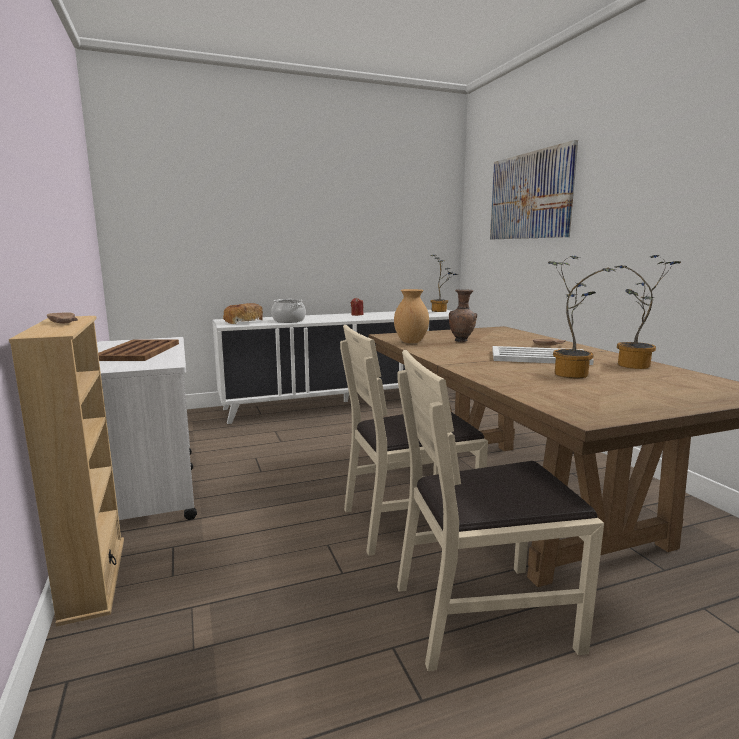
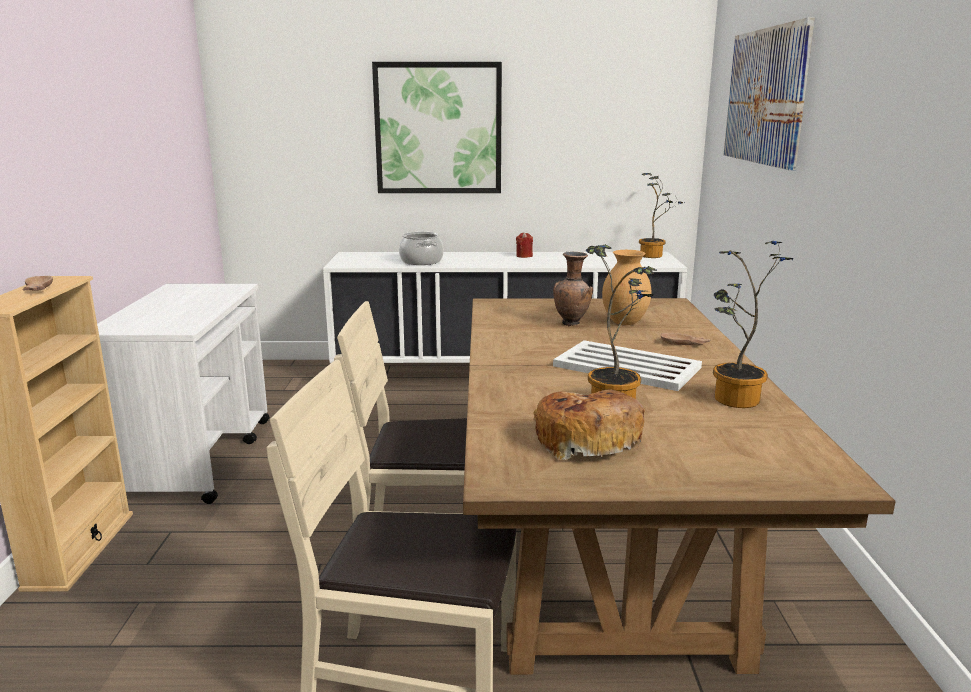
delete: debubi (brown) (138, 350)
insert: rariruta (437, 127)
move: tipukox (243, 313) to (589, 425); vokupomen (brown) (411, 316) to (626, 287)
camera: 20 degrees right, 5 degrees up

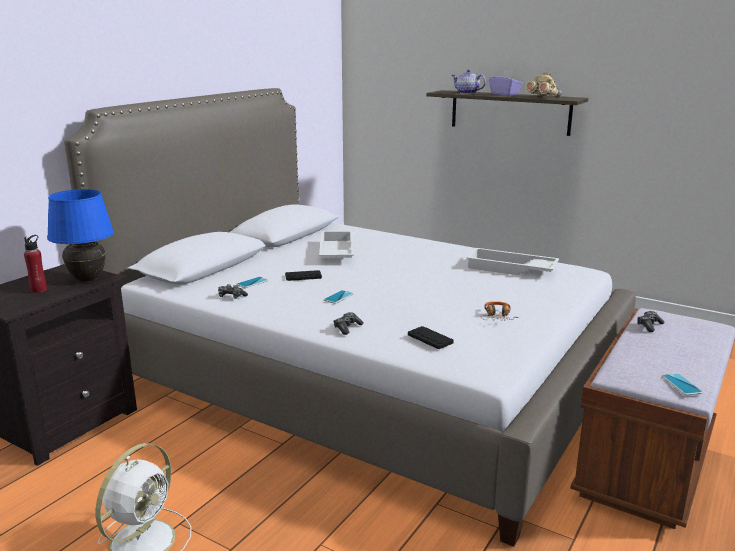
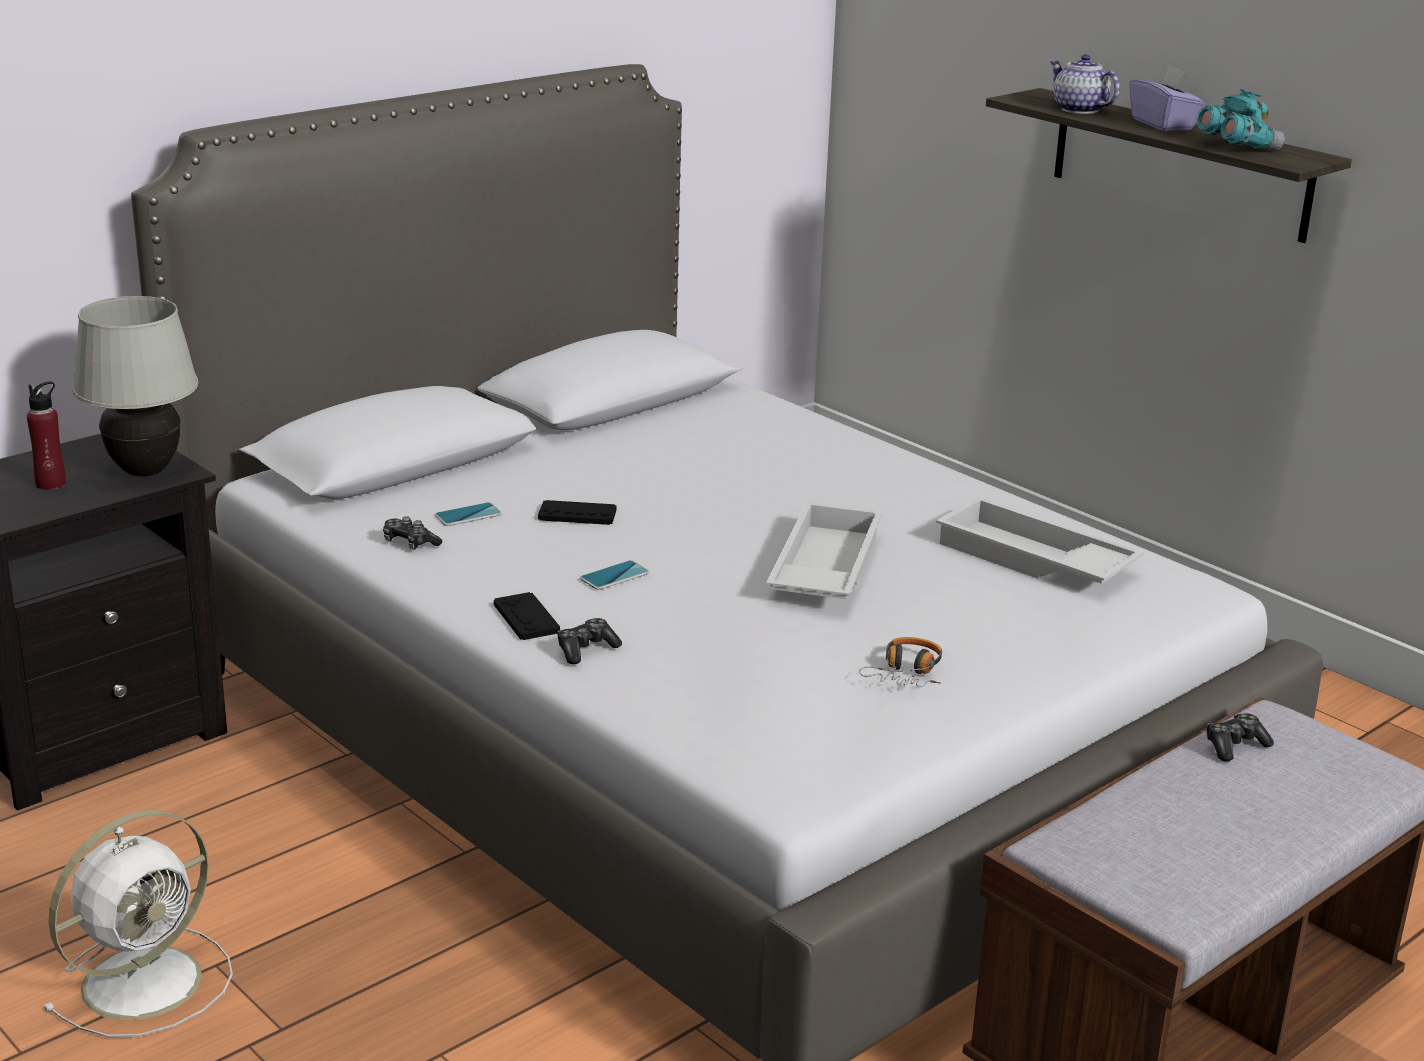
delete: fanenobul (682, 384)
move: debubi (white) (336, 244) to (824, 550); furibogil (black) (431, 337) to (527, 616)
recolor: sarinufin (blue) (80, 235) to sarinufin (white) (135, 386); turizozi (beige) (544, 85) to turizozi (turquoise) (1241, 120)
camera: 15 degrees right, 5 degrees up

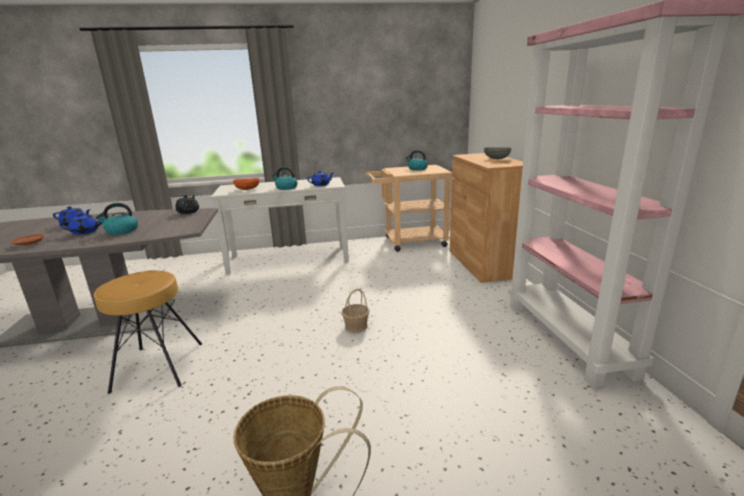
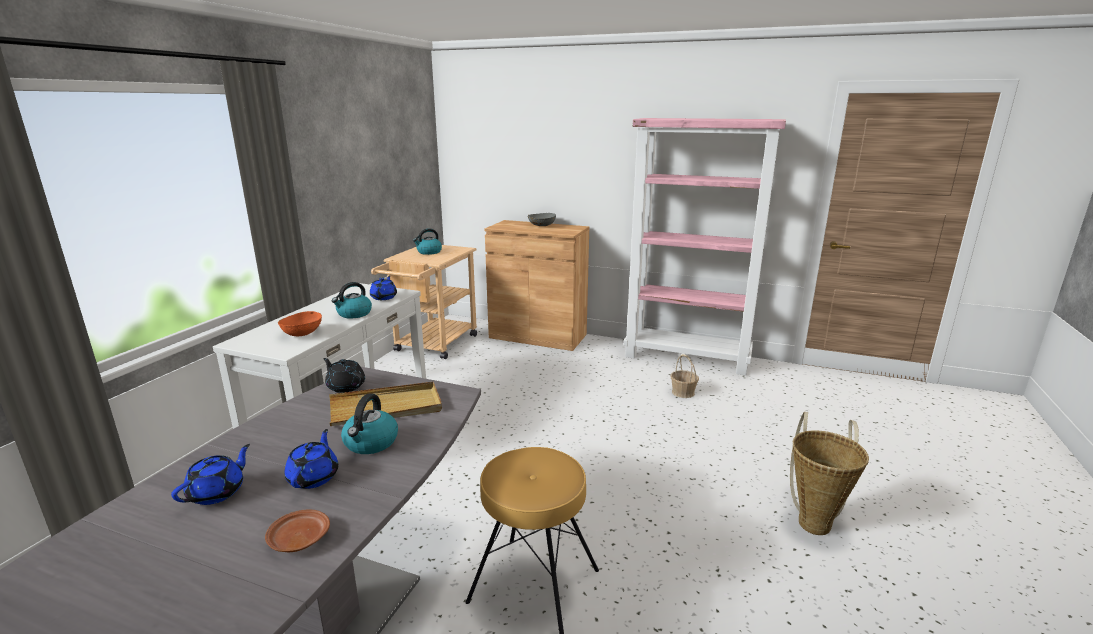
insert: debubi (beige) (385, 404)
move: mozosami (355, 311) to (685, 376)
camera: 60 degrees left, 0 degrees up

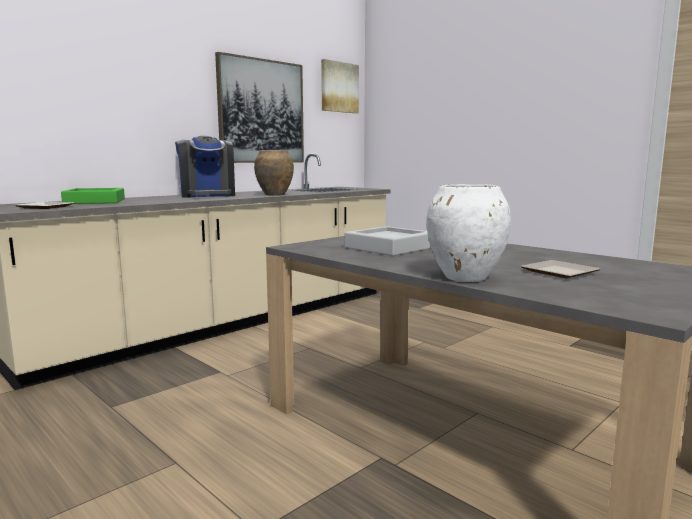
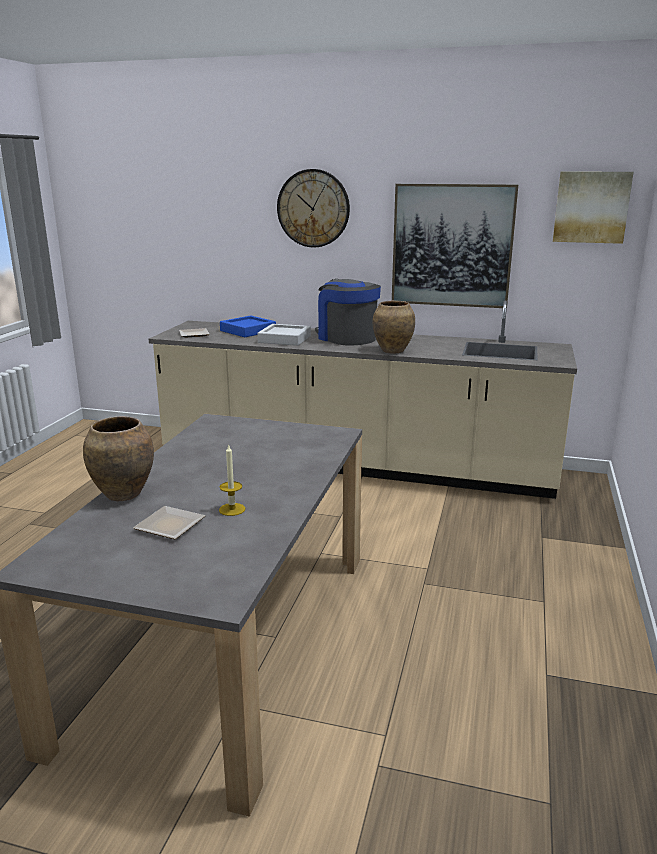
insert: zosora (232, 480); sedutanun (313, 208)
move: debubi (grey) (388, 241) to (284, 335)
recolor: debubi (green) (93, 196) to debubi (blue) (248, 326); vokupomen (white) (468, 233) to vokupomen (brown) (118, 458)
rotate: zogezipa (205, 166) = (348, 312) 105 degrees clockwise
camera: 60 degrees right, 10 degrees up

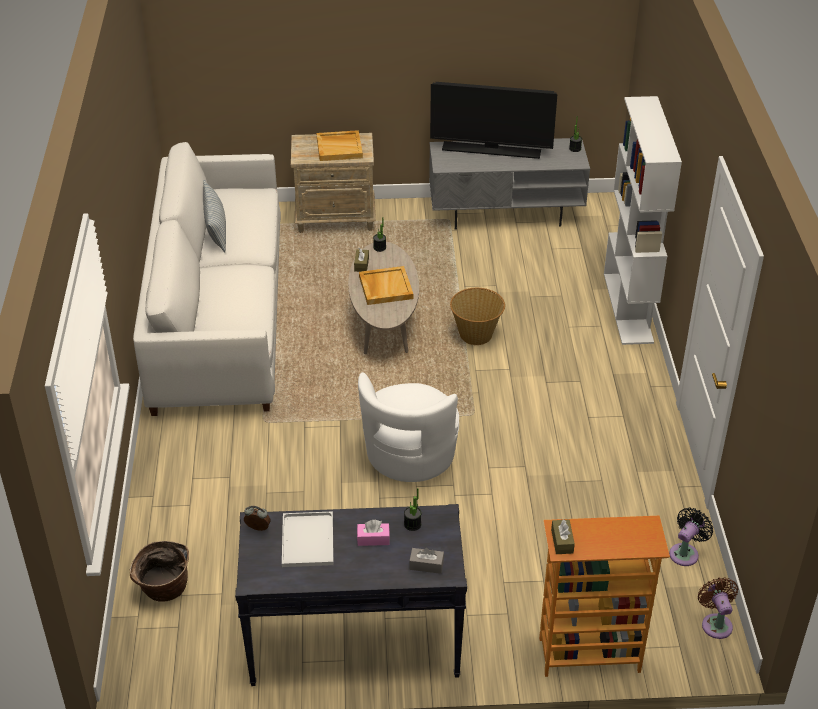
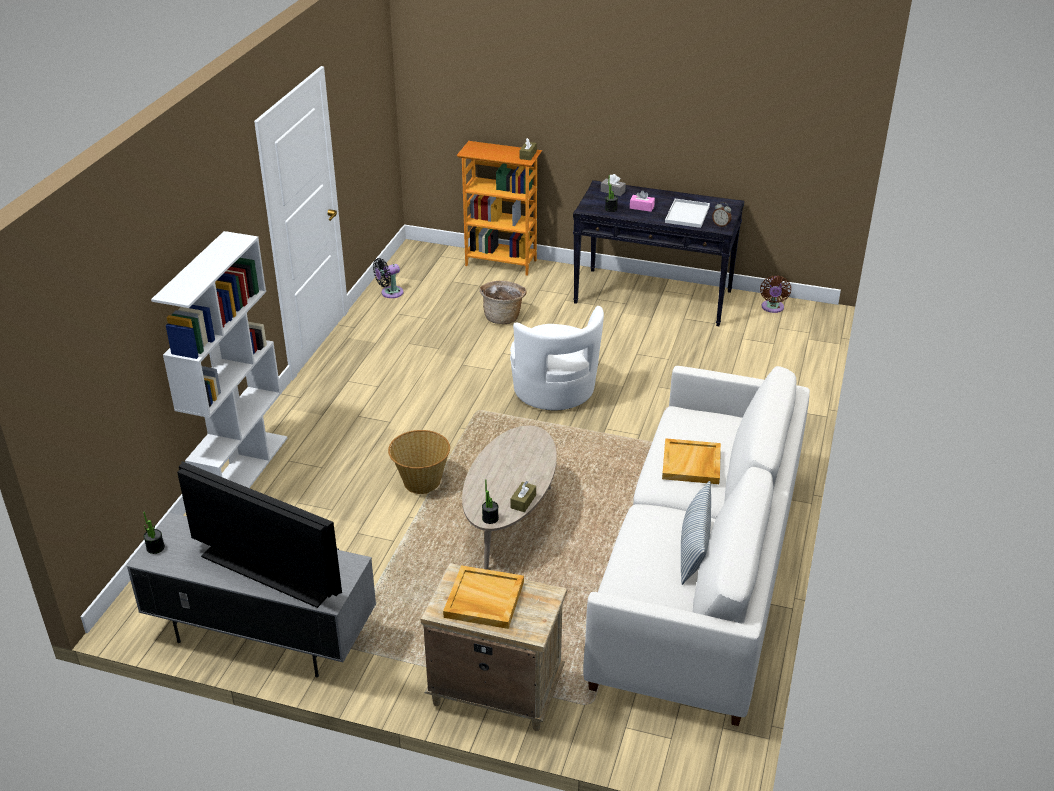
move: mozosami (159, 571) to (502, 302); debubi (beige) (386, 285) to (691, 461); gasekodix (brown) (718, 608) to (775, 294)
rotate: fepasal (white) (408, 427) = (557, 358) 120 degrees clockwise
camera: 160 degrees left, 5 degrees down

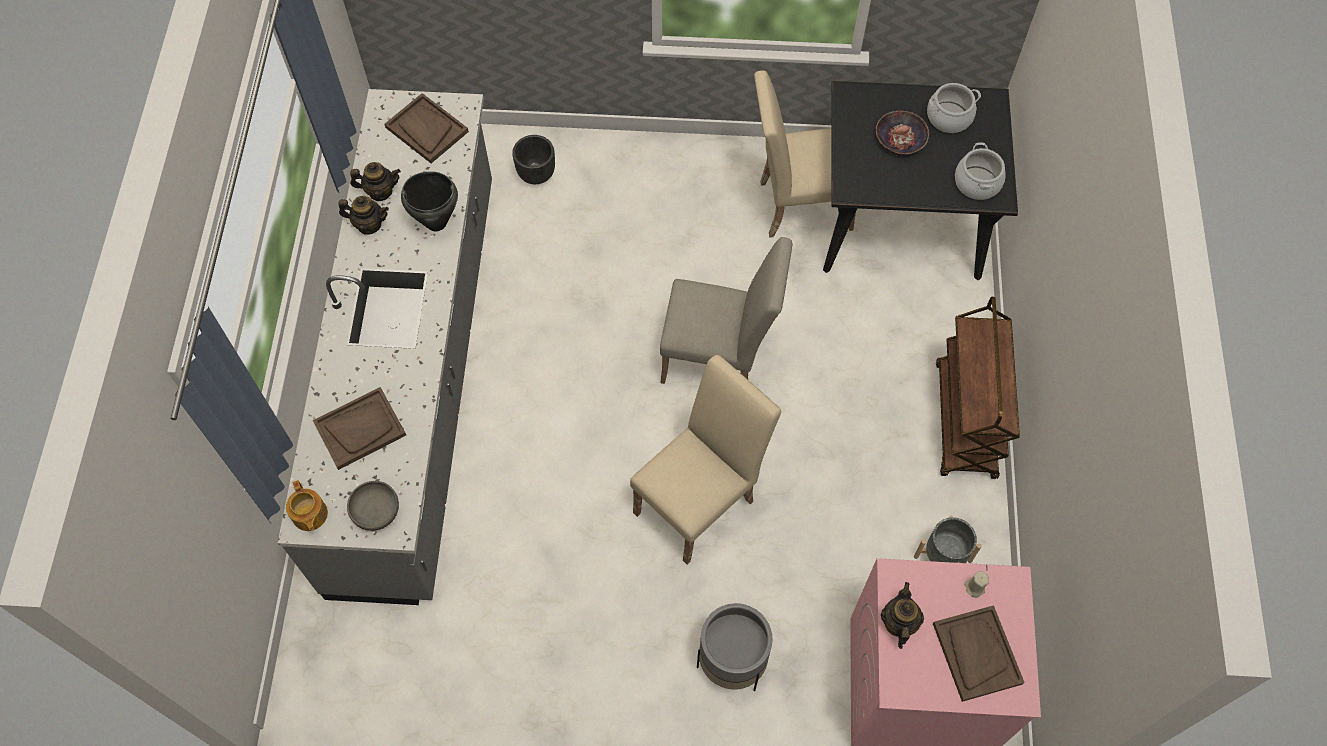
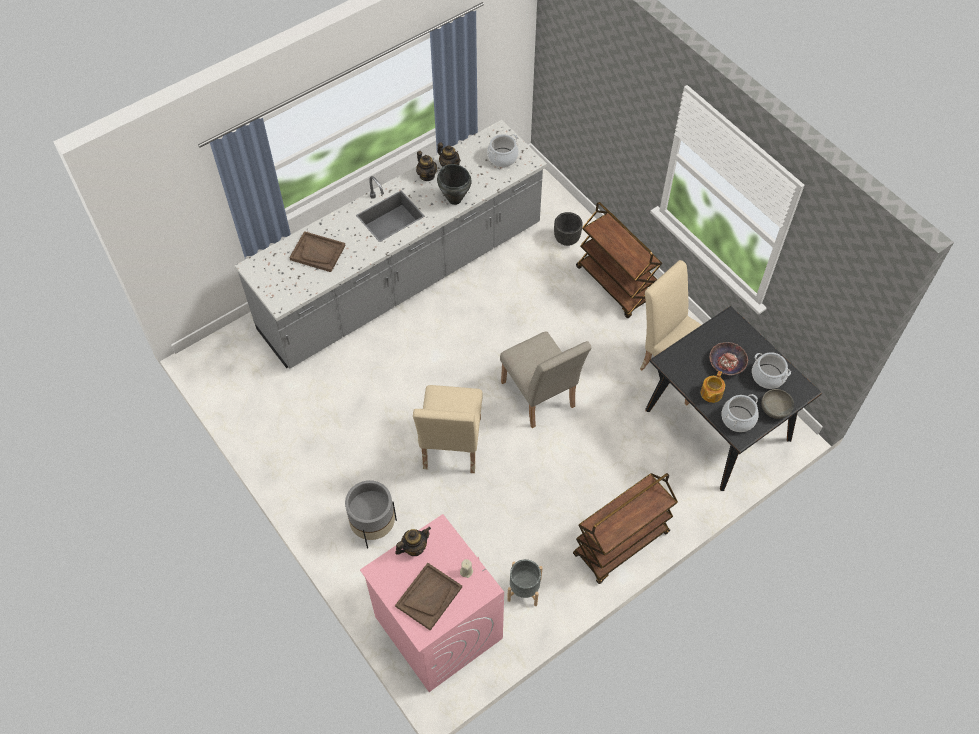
insert: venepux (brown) (619, 260)
move: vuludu (307, 505) to (713, 387); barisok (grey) (373, 506) to (777, 404)
replace: debubi (brown) (426, 128) to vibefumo (503, 150)
rotate: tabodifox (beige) (705, 460) = (448, 429) 90 degrees clockwise
camera: 50 degrees right, 5 degrees down

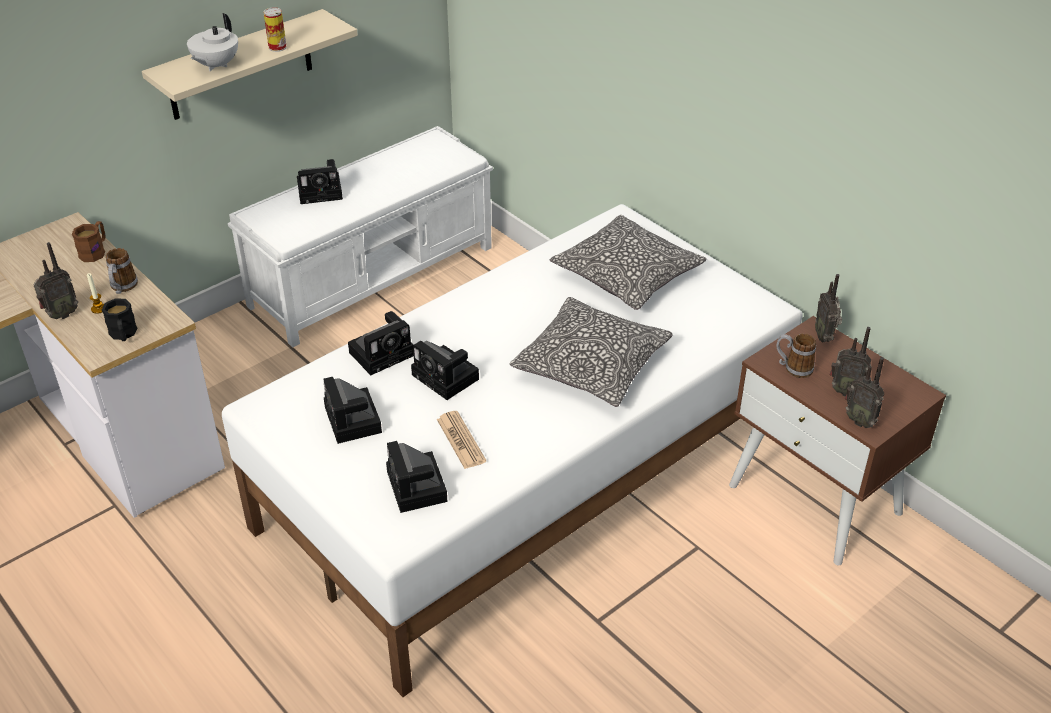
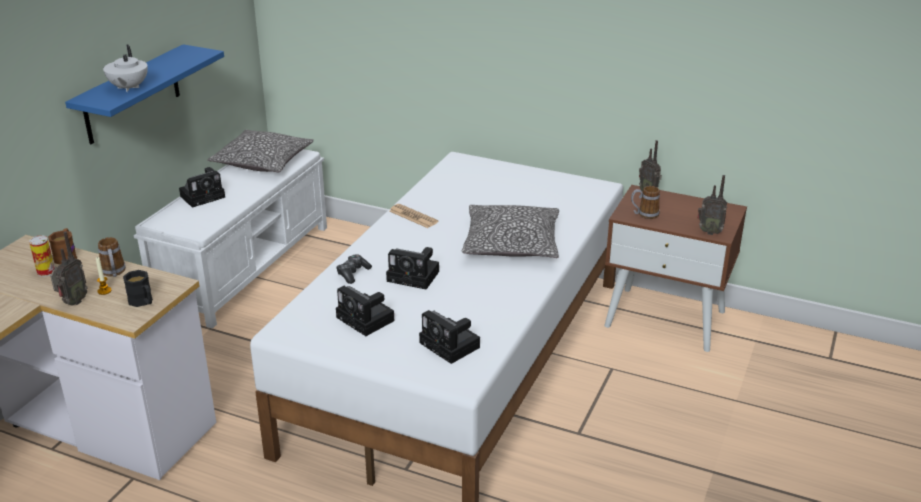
delete: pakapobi (850, 362)
move: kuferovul (275, 29) to (42, 256); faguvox (461, 440) to (413, 216); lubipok (628, 262) to (260, 151)
replace: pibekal (381, 343) to furibogil (354, 269)
recolor: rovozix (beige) (250, 64) to rovozix (blue) (144, 94)
camera: 25 degrees left, 10 degrees down

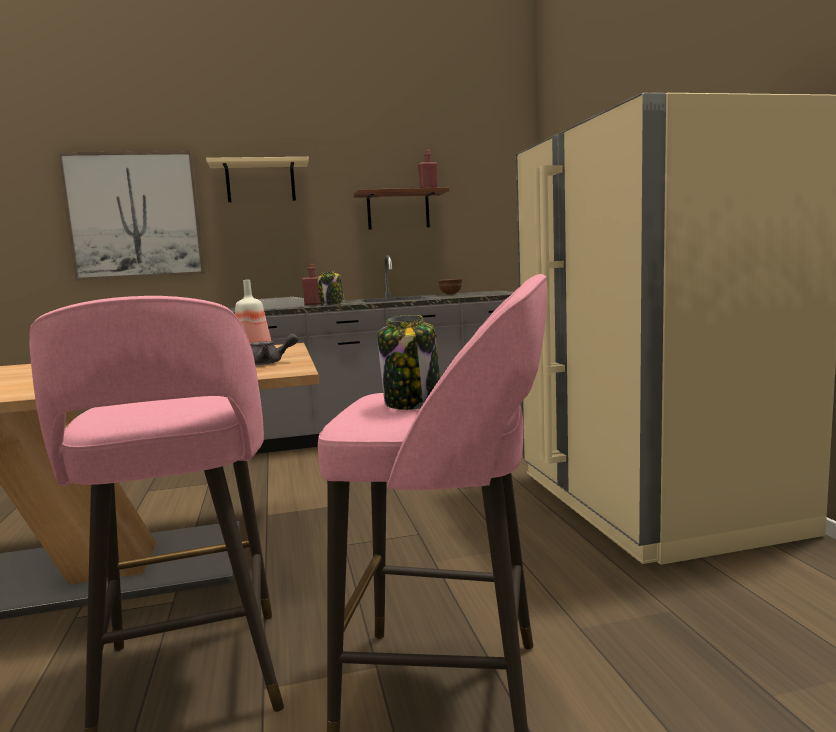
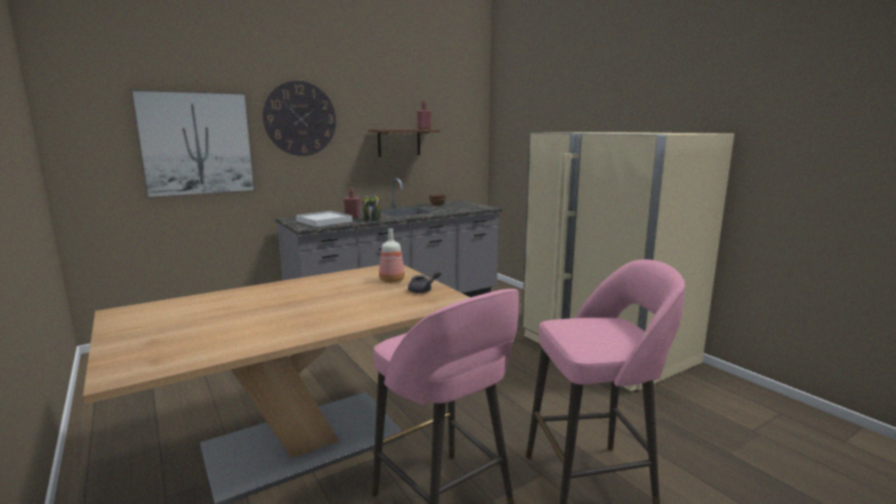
delete: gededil (409, 362)
replace: rovozix (beige) (257, 179) to sedutanun (299, 118)
camera: 20 degrees left, 5 degrees up

